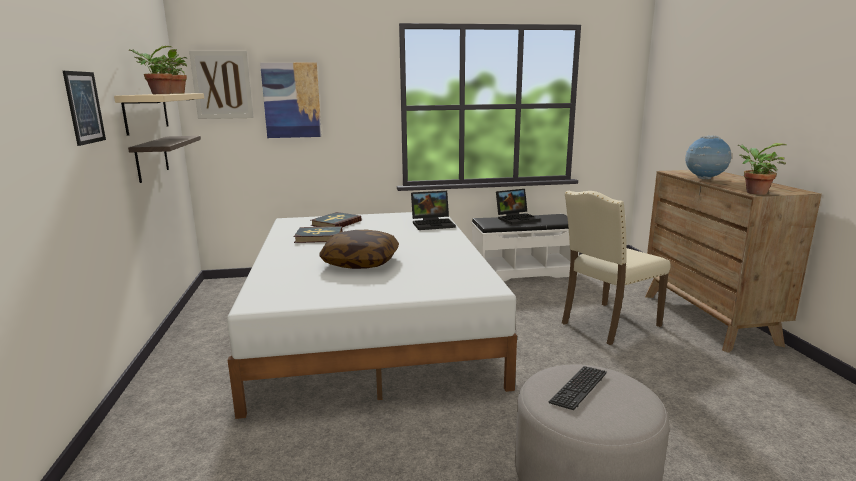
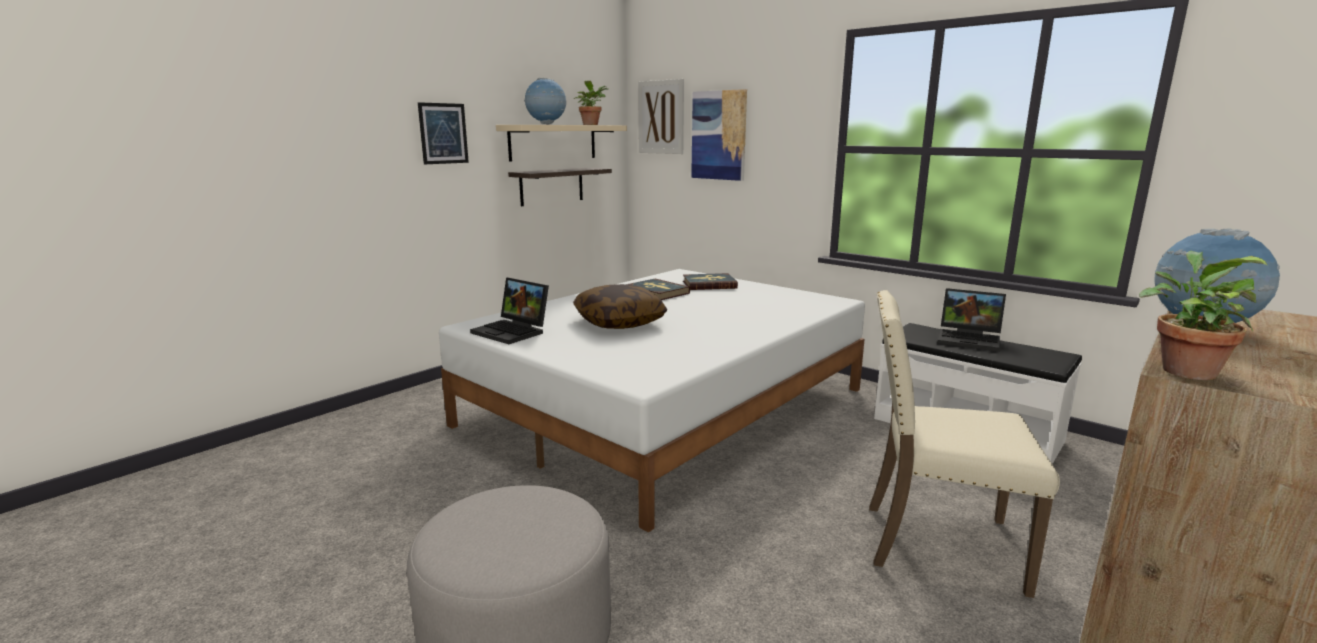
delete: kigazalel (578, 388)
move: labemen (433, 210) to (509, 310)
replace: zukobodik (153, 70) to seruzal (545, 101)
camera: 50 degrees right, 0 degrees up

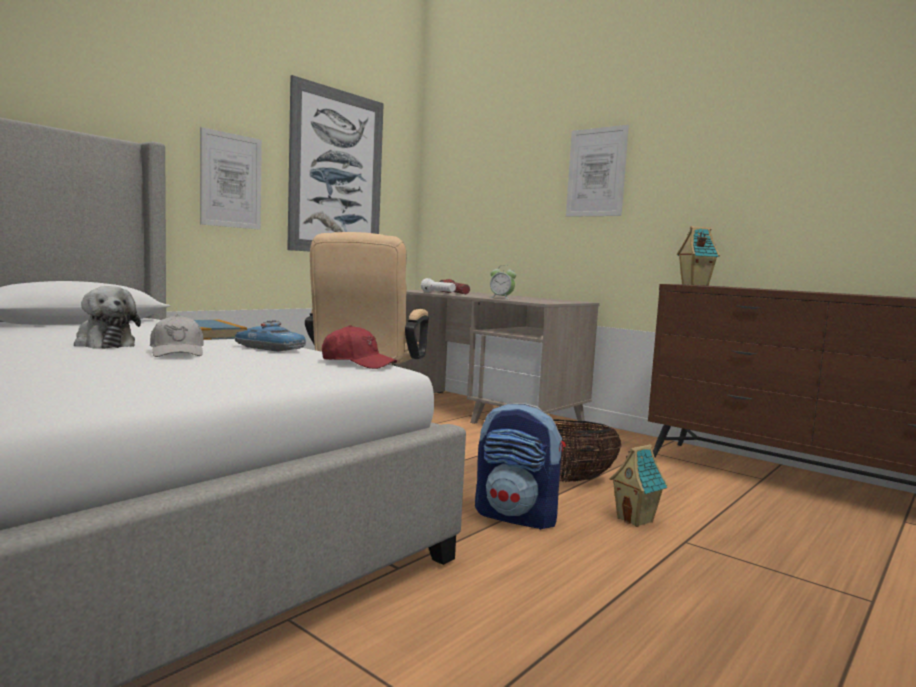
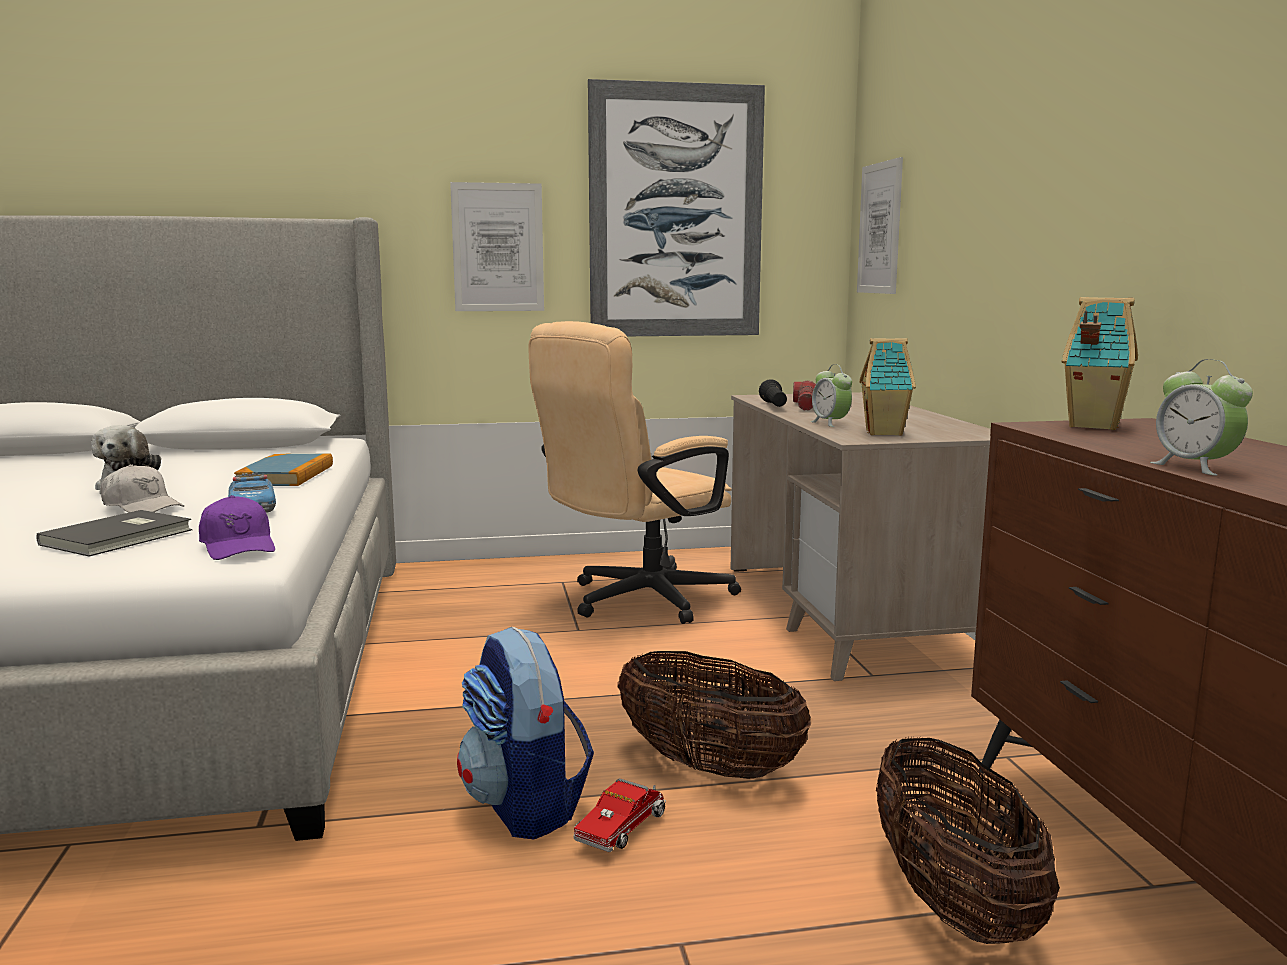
insert: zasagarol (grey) (114, 533); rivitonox (620, 815); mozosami (968, 840); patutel (1201, 417)
move: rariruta (597, 171) to (880, 225); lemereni (639, 485) to (887, 387)
recolor: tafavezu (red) (359, 347) to tafavezu (purple) (237, 527); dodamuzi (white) (438, 285) to dodamuzi (black) (773, 393)
rotate: tafavezu (white) (177, 336) = (142, 488) 75 degrees counterclockwise
camera: 40 degrees right, 5 degrees up

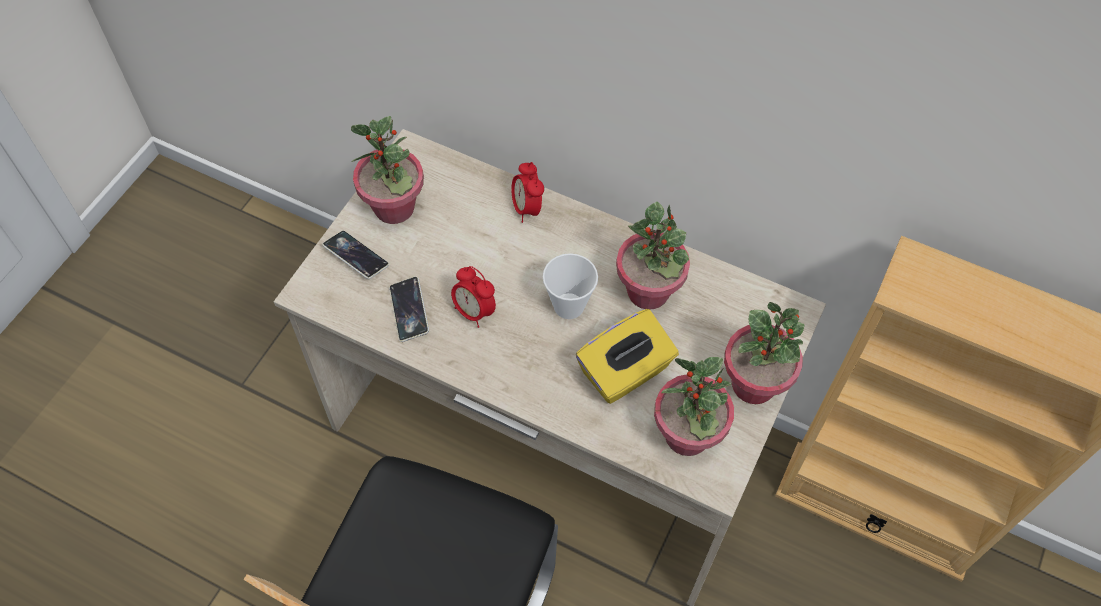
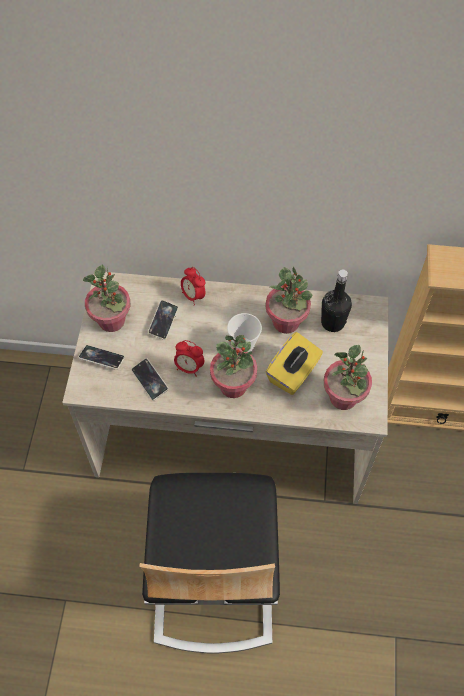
insert: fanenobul (163, 320); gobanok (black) (336, 301)
move: zukobodik (764, 353) to (233, 366)
camera: 20 degrees left, 0 degrees up

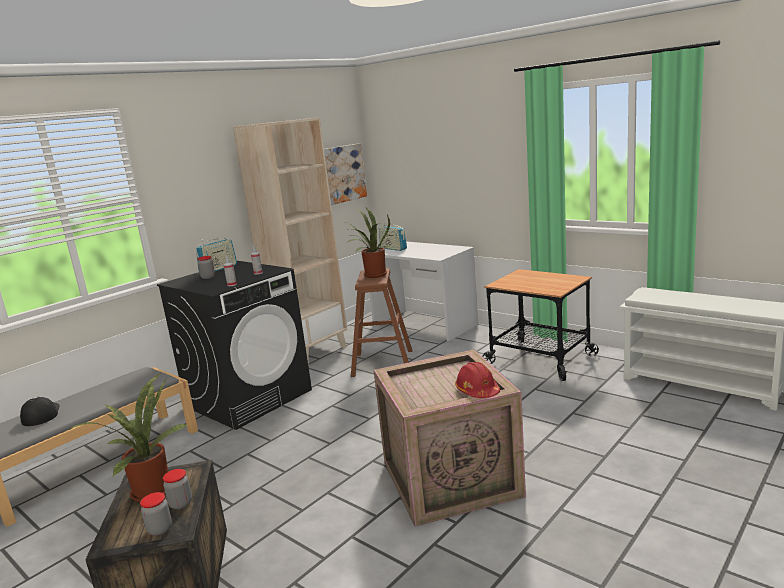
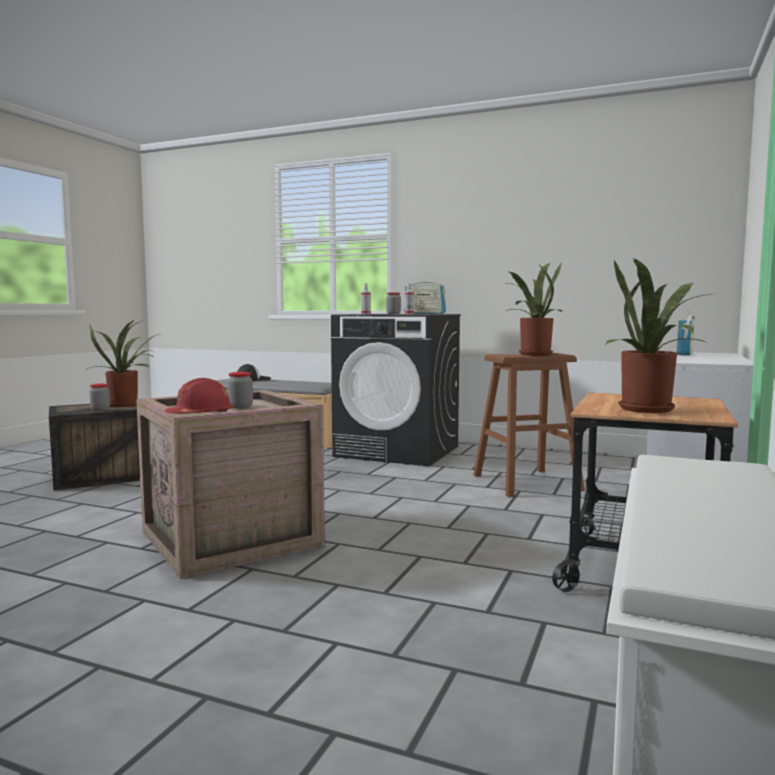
delete: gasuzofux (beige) (290, 239); rariruta (345, 174)
insert: zukobodik (658, 335)
move: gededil (156, 514) to (240, 390)
camera: 70 degrees right, 10 degrees down

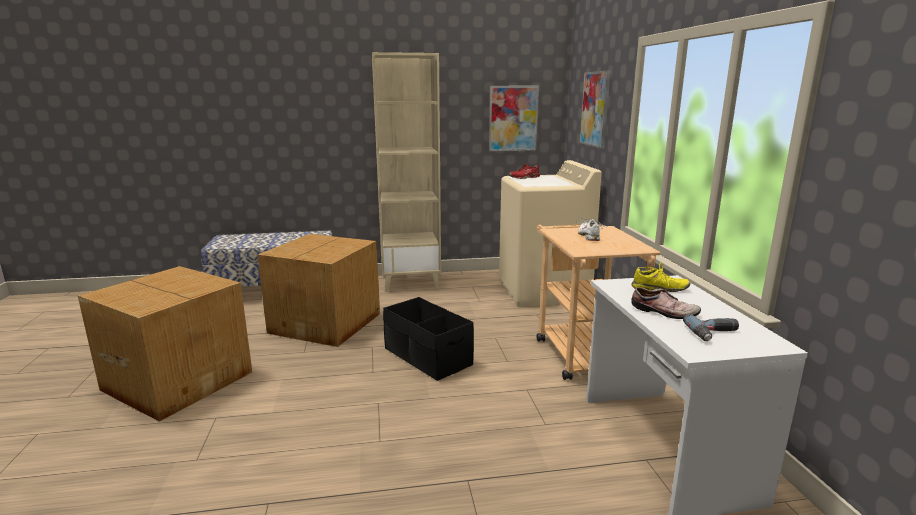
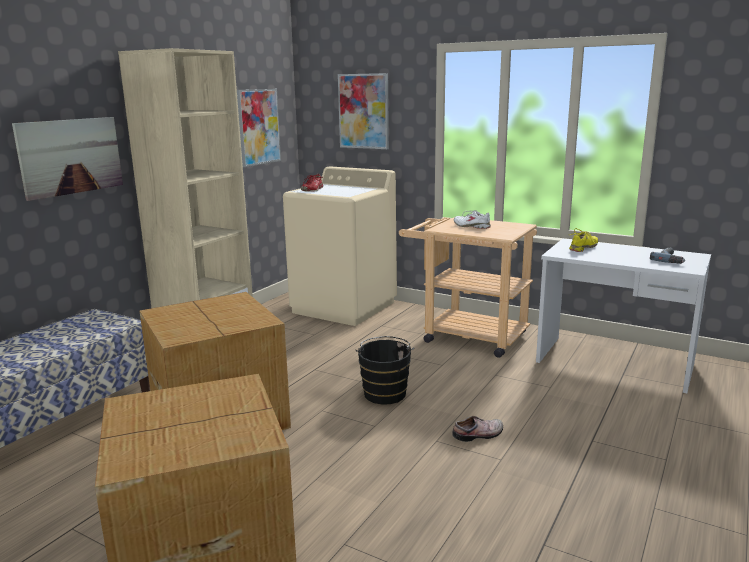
insert: rariruta (67, 159)
move: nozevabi (666, 303) to (477, 429)
replace: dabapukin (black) (428, 339) to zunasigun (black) (385, 370)
camera: 50 degrees left, 0 degrees up

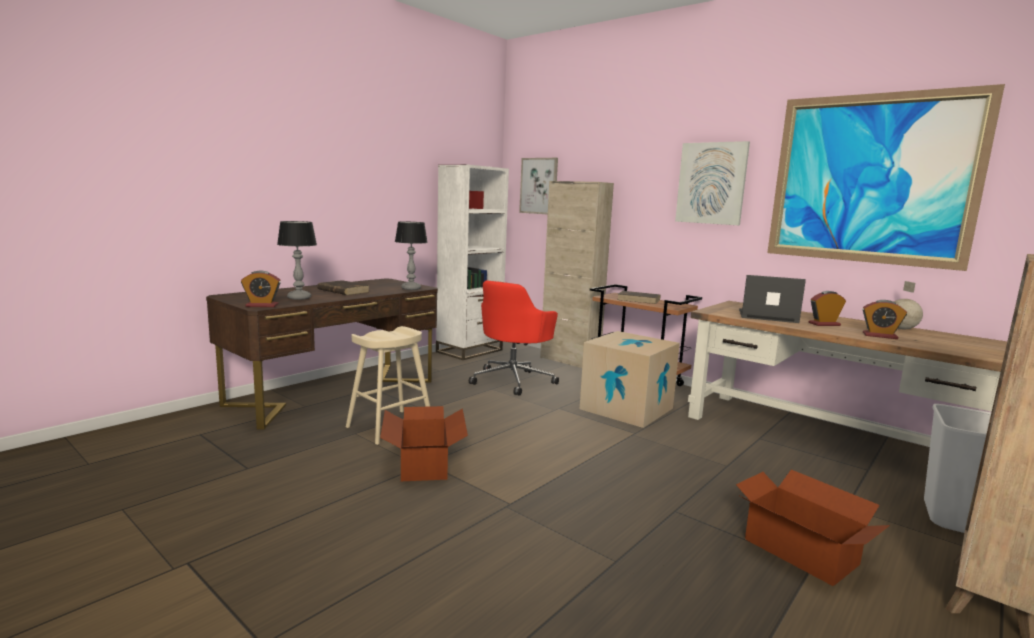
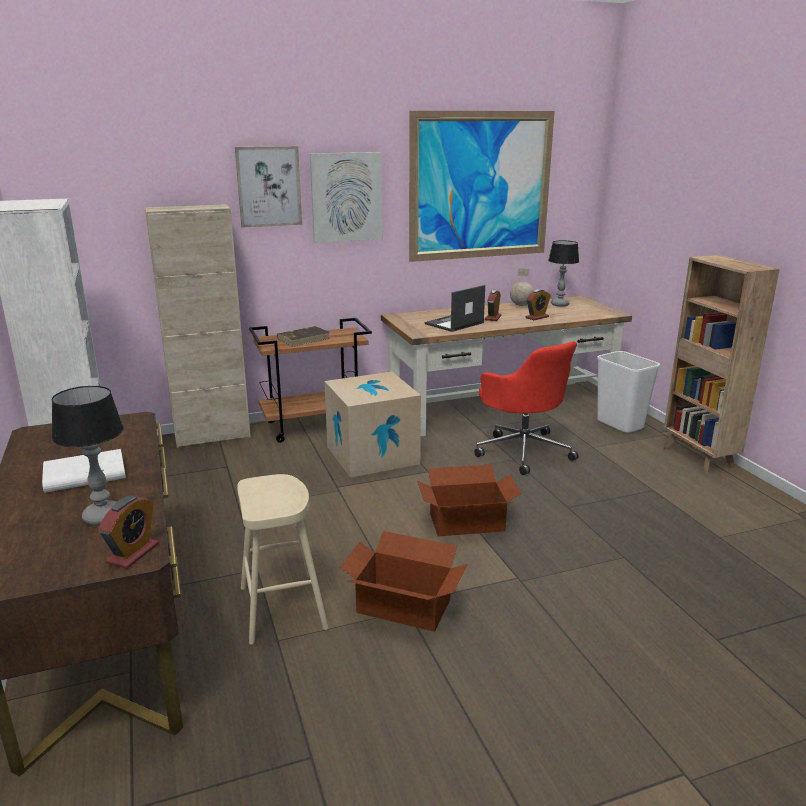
move: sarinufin (411, 256) to (563, 273); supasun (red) (514, 338) to (526, 408); rariruta (538, 186) to (268, 187); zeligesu (813, 528) to (469, 500)
recolor: zasagarol (brown) (343, 287) to zasagarol (white) (84, 471)
camera: 60 degrees left, 10 degrees up

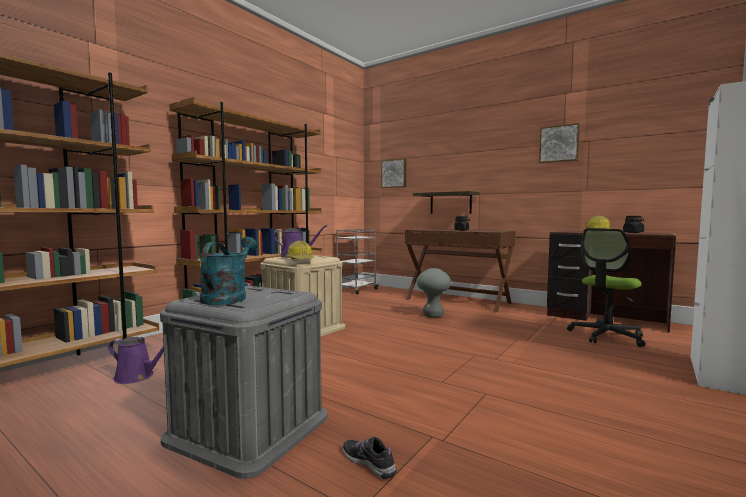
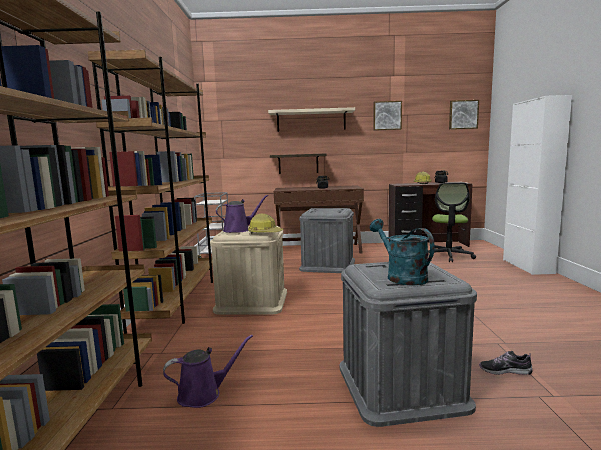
insert: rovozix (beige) (311, 119)
move: rariruta (393, 173) to (464, 115)
replace: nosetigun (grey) (434, 293) to dabapukin (grey) (327, 240)
camera: 35 degrees left, 5 degrees up

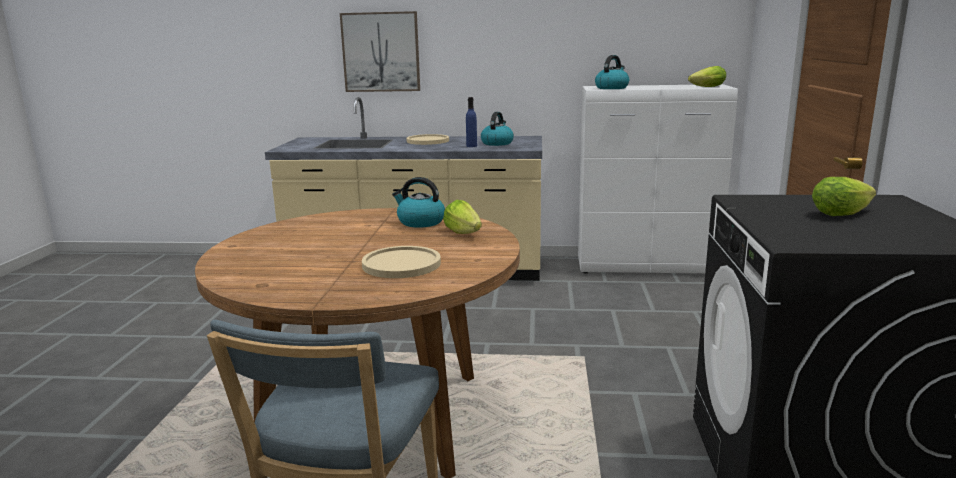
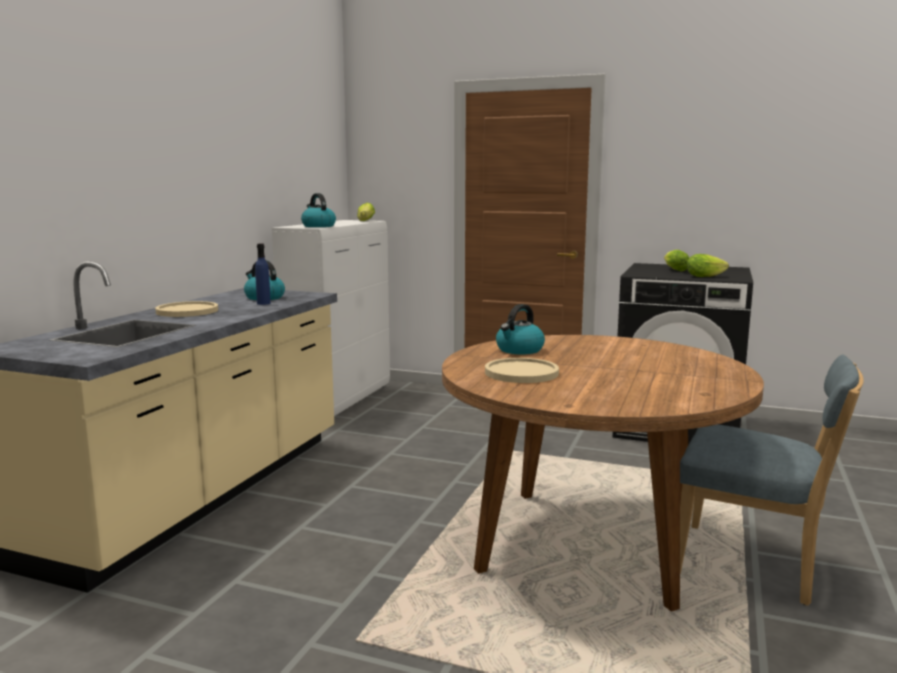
delete: rariruta (380, 51)
move: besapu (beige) (401, 262) to (522, 370); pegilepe (462, 217) to (708, 265)
camera: 75 degrees left, 5 degrees down

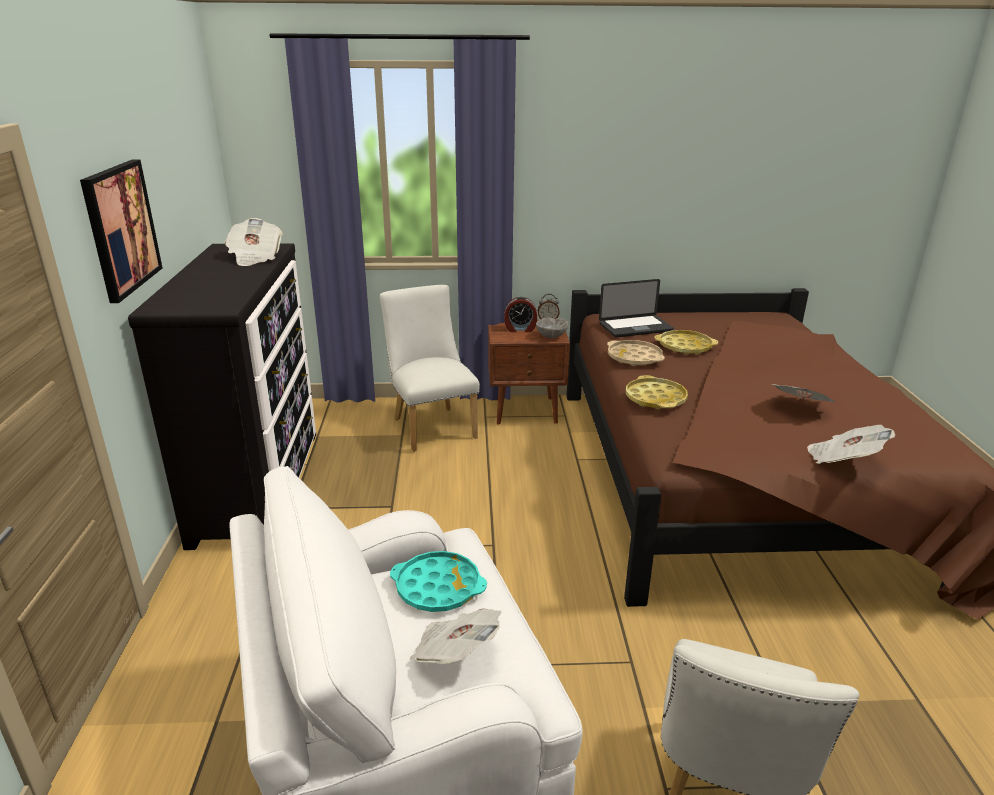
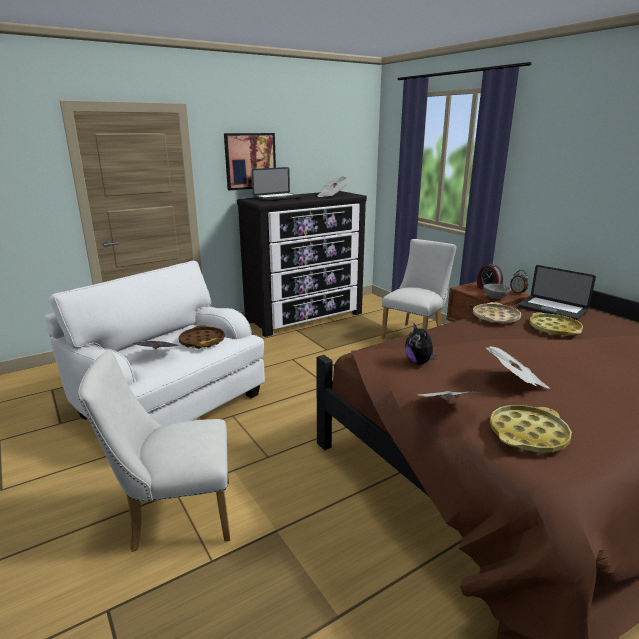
insert: labemen (277, 184); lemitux (421, 344)
move: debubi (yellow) (657, 392) to (531, 429)
recolor: debubi (turquoise) (438, 581) to debubi (brown) (202, 337)
camera: 60 degrees right, 5 degrees down

